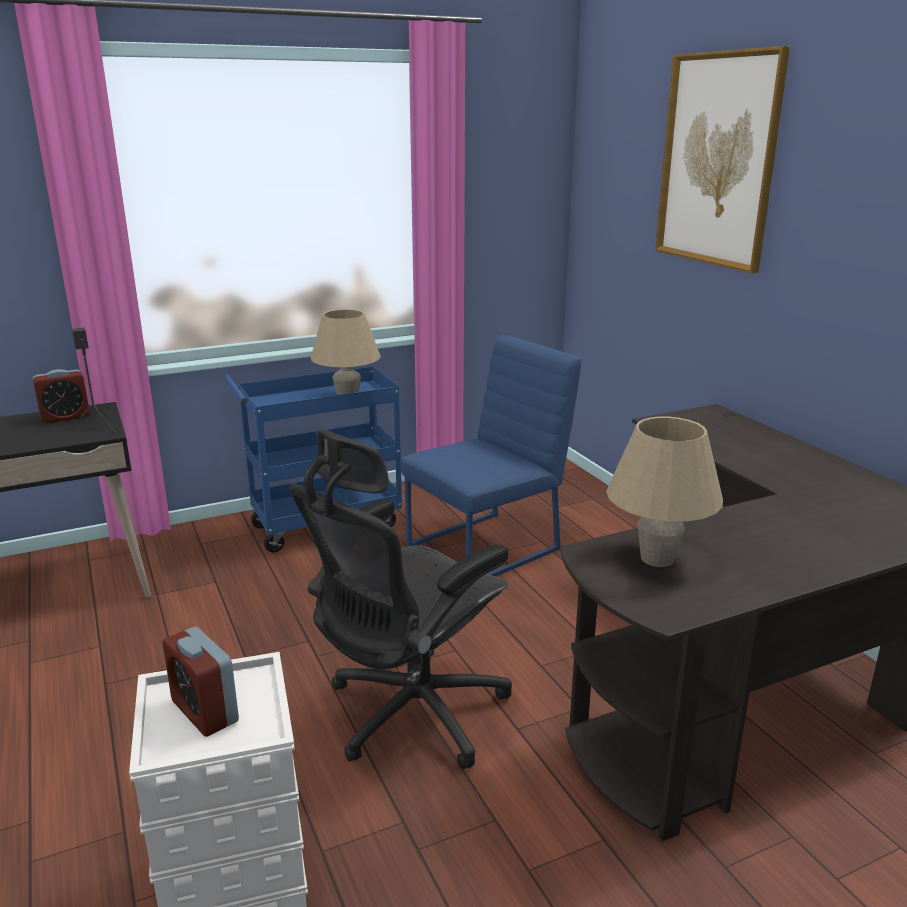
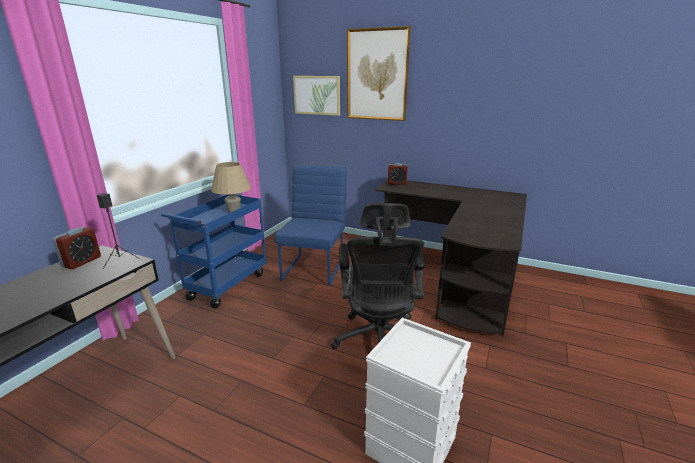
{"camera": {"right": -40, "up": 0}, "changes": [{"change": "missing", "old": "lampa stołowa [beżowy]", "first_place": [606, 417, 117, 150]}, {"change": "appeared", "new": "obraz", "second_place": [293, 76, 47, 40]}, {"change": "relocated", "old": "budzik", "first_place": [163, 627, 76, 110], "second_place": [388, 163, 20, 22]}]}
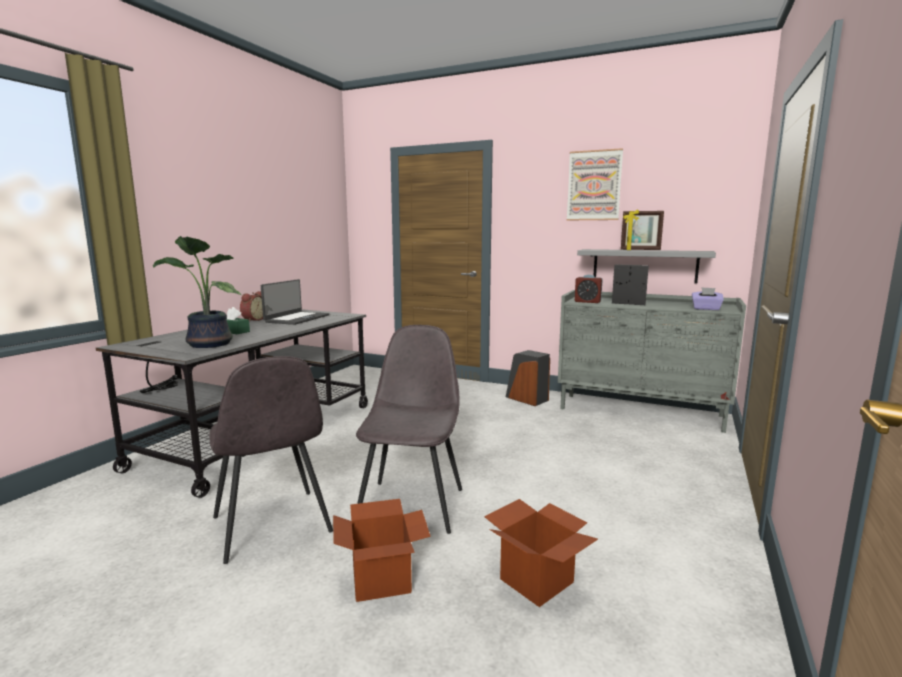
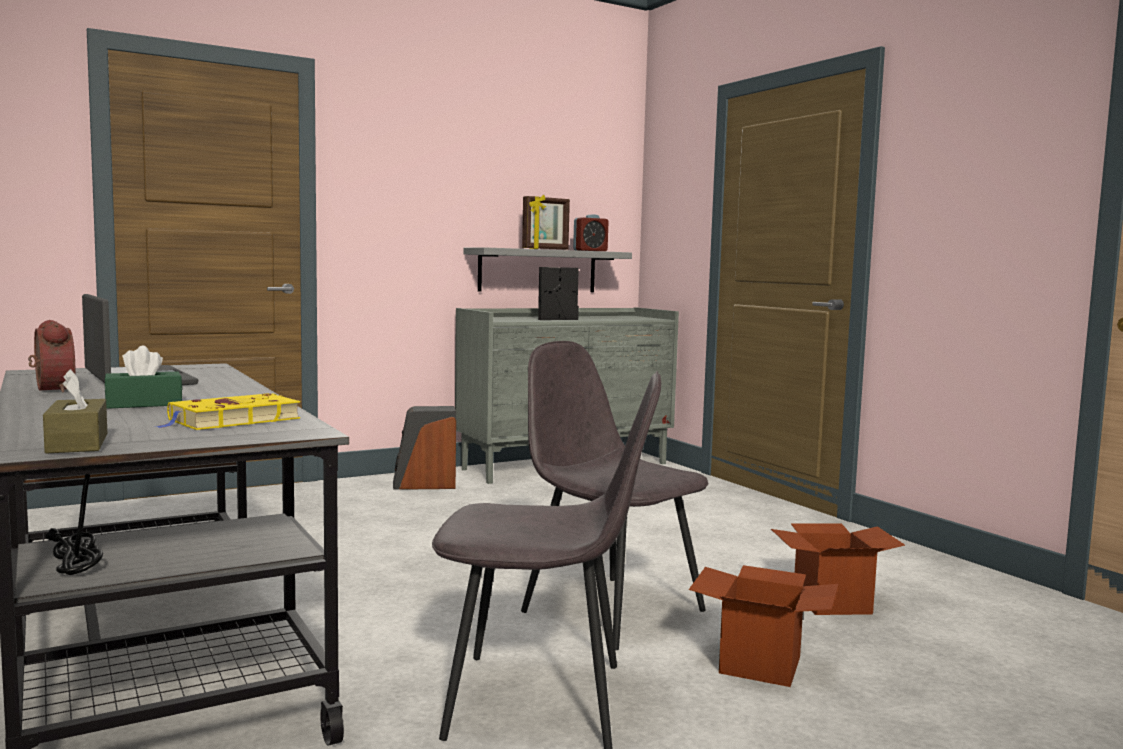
{"camera": {"right": -55, "up": -5}, "changes": [{"change": "missing", "old": "obraz", "first_place": [567, 148, 56, 72]}, {"change": "missing", "old": "pudełko chusteczek [fioletowy]", "first_place": [692, 287, 32, 23]}, {"change": "appeared", "new": "pudełko chusteczek [brązowy]", "second_place": [43, 369, 64, 85]}, {"change": "relocated", "old": "budzik", "first_place": [575, 275, 28, 28], "second_place": [573, 214, 35, 37]}, {"change": "exchanged", "old": "roślina doniczkowa", "new": "książka [żółty]", "first_place": [153, 236, 88, 112], "second_place": [155, 393, 145, 37]}]}
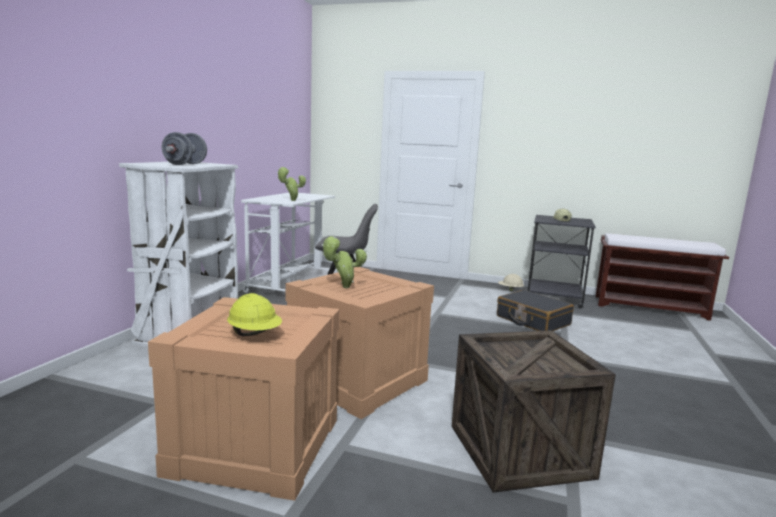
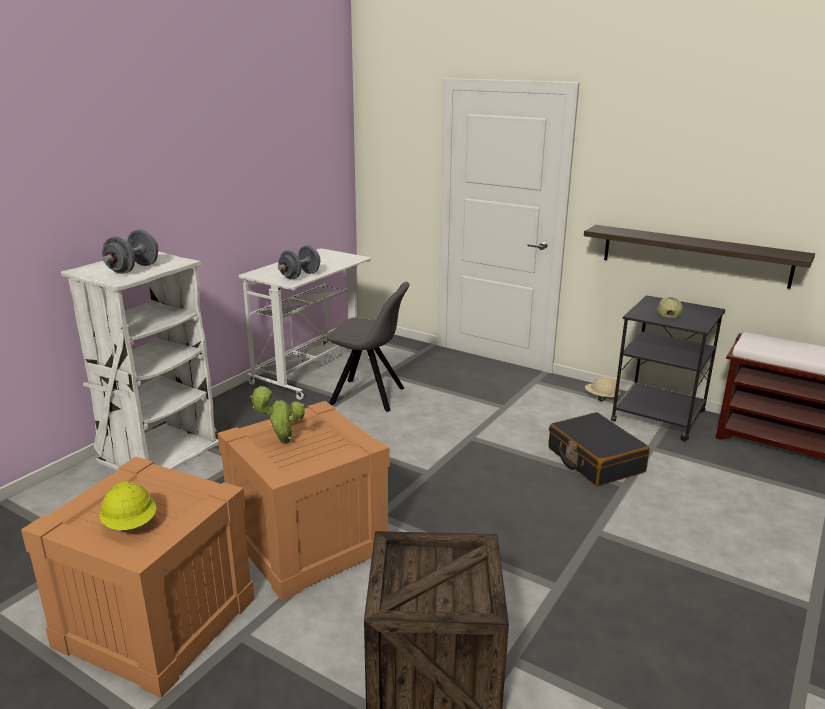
{"camera": {"right": 15, "up": 10}, "changes": [{"change": "appeared", "new": "półka", "second_place": [584, 225, 231, 64]}, {"change": "exchanged", "old": "roślina doniczkowa", "new": "hantel [szary]", "first_place": [277, 167, 29, 34], "second_place": [278, 245, 42, 34]}]}
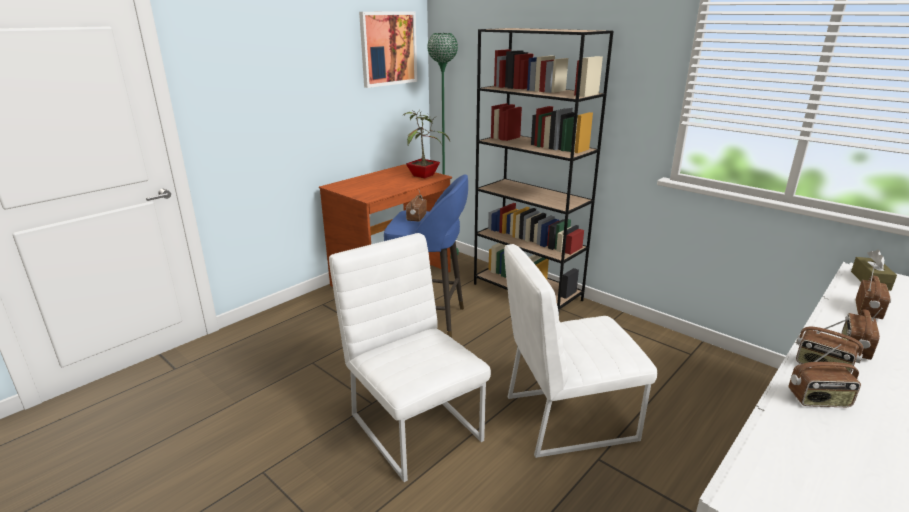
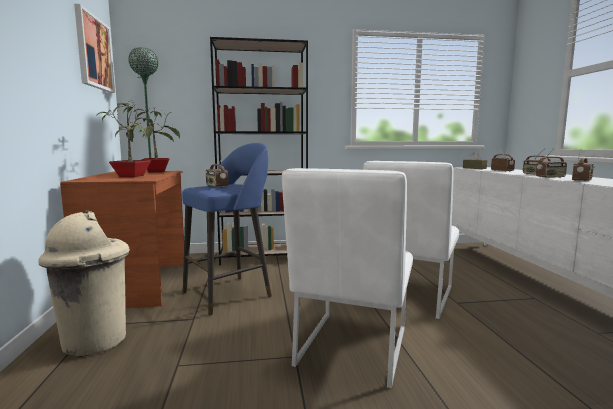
{"camera": {"right": -50, "up": -15}, "changes": [{"change": "appeared", "new": "kosz na śmieci [beżowy]", "second_place": [38, 210, 92, 147]}, {"change": "appeared", "new": "roślina doniczkowa", "second_place": [95, 100, 56, 77]}, {"change": "spun", "old": "krzesło [biały]", "first_place": [329, 233, 162, 249], "second_place": [282, 168, 131, 220], "degrees": -75}]}
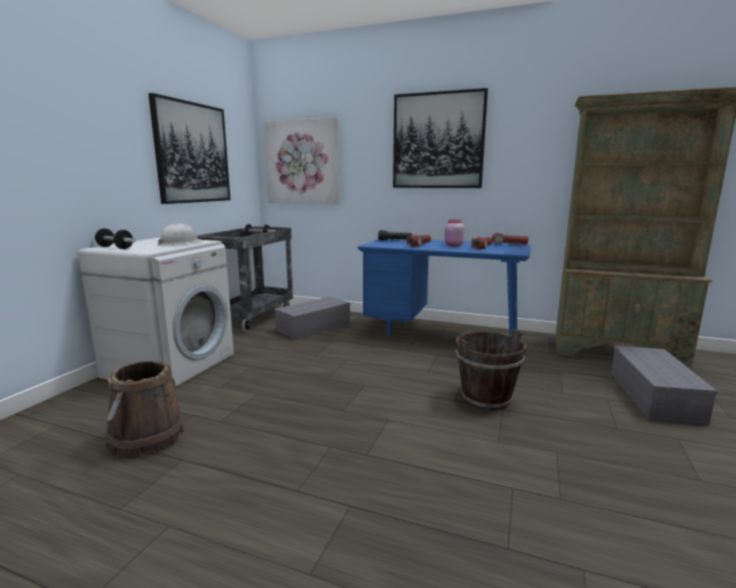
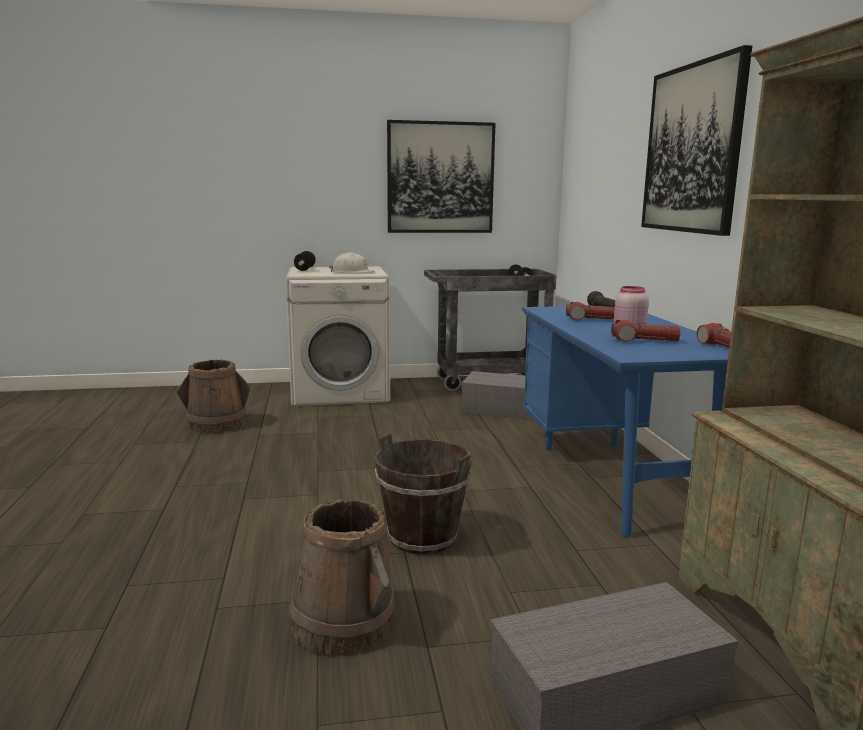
{"camera": {"right": 60, "up": 0}, "changes": [{"change": "missing", "old": "obraz", "first_place": [264, 117, 75, 87]}, {"change": "appeared", "new": "wiadro [brązowy]", "second_place": [288, 499, 107, 155]}]}
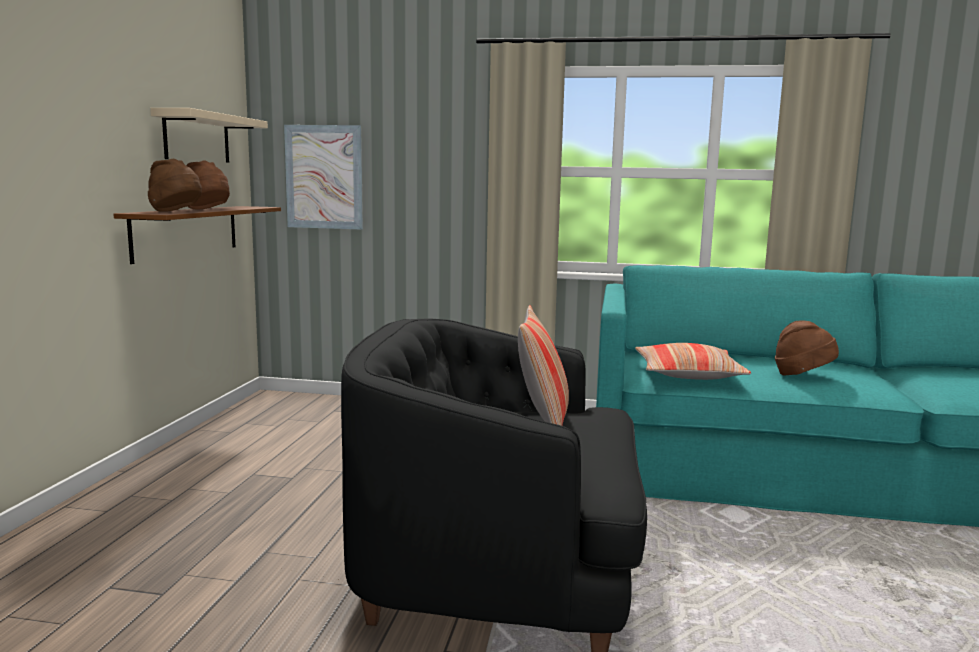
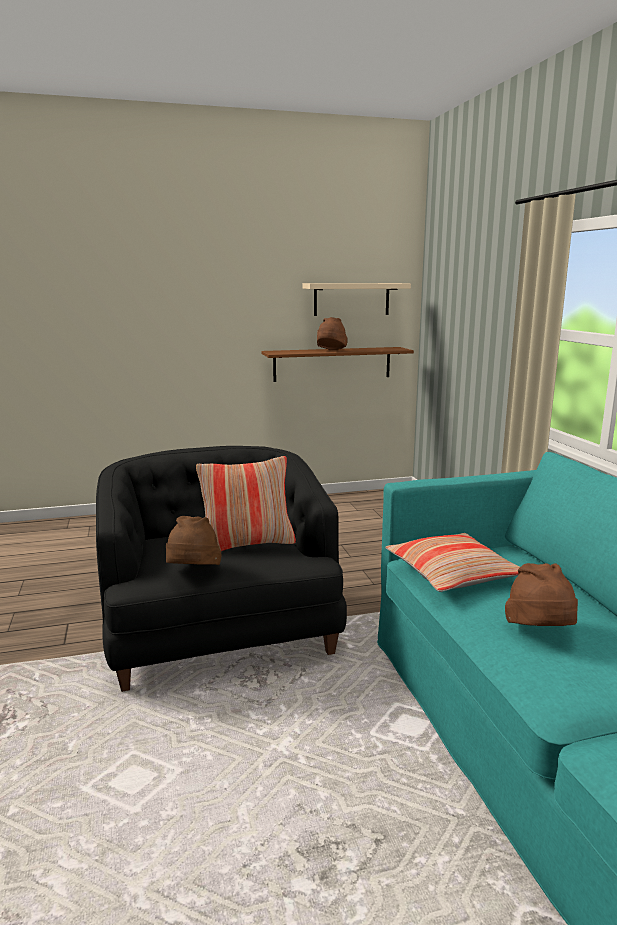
{"camera": {"right": 65, "up": 5}, "changes": [{"change": "missing", "old": "obraz", "first_place": [284, 125, 79, 105]}, {"change": "relocated", "old": "kapelusz [brązowy]", "first_place": [148, 159, 54, 53], "second_place": [166, 516, 56, 49]}]}
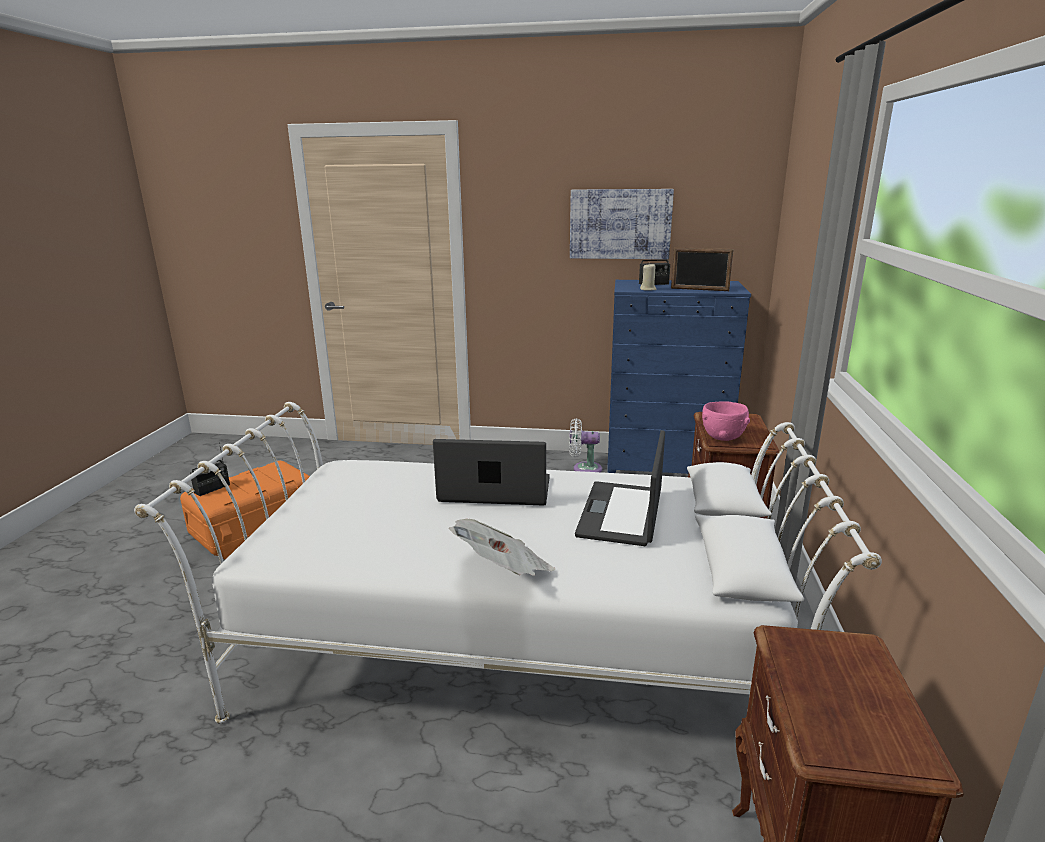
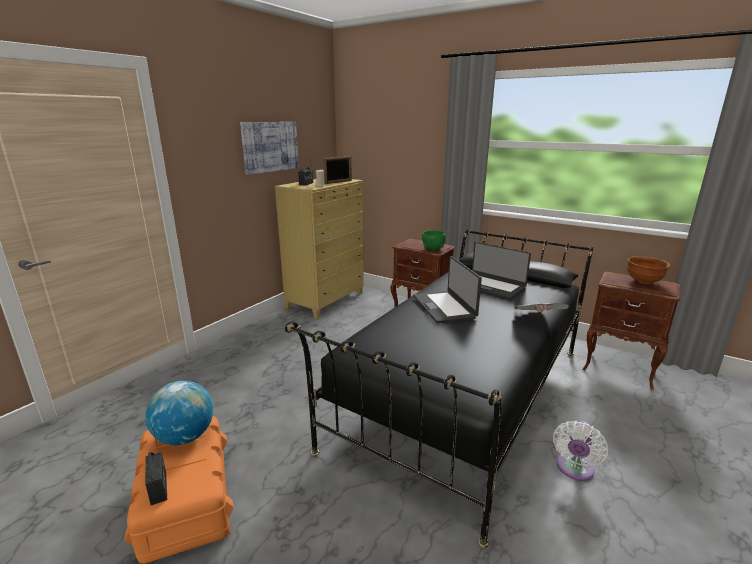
{"camera": {"right": -65, "up": 0}, "changes": [{"change": "appeared", "new": "globus", "second_place": [145, 381, 68, 64]}, {"change": "appeared", "new": "miska [brązowy]", "second_place": [627, 256, 43, 28]}, {"change": "relocated", "old": "wentylator [biały]", "first_place": [569, 418, 33, 54], "second_place": [553, 421, 55, 60]}, {"change": "colour", "old": "łóżko [biały]", "new": "łóżko [czarny]", "first_place": [134, 402, 748, 321], "second_place": [285, 229, 309, 319]}, {"change": "colour", "old": "komoda [niebieski]", "new": "komoda [beżowy]", "first_place": [607, 280, 144, 194], "second_place": [275, 179, 89, 140]}, {"change": "colour", "old": "miska [różowy]", "new": "miska [zielony]", "first_place": [702, 401, 48, 40], "second_place": [422, 230, 24, 20]}, {"change": "spun", "old": "laptop", "first_place": [433, 439, 117, 67], "second_place": [413, 256, 69, 67], "degrees": -45}]}
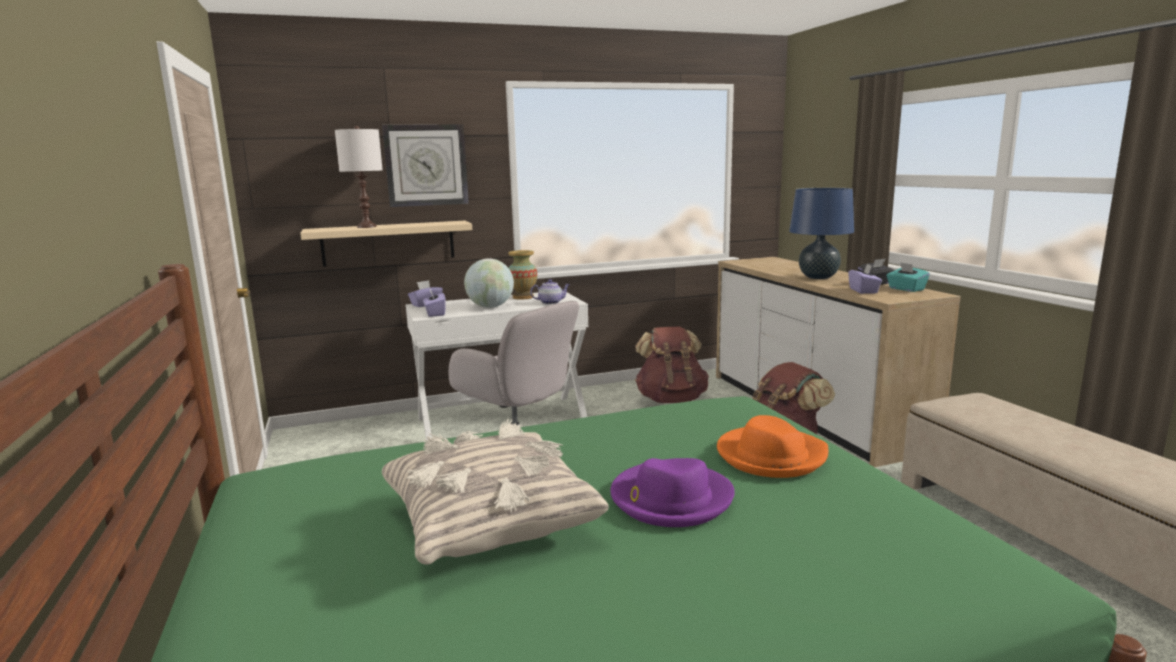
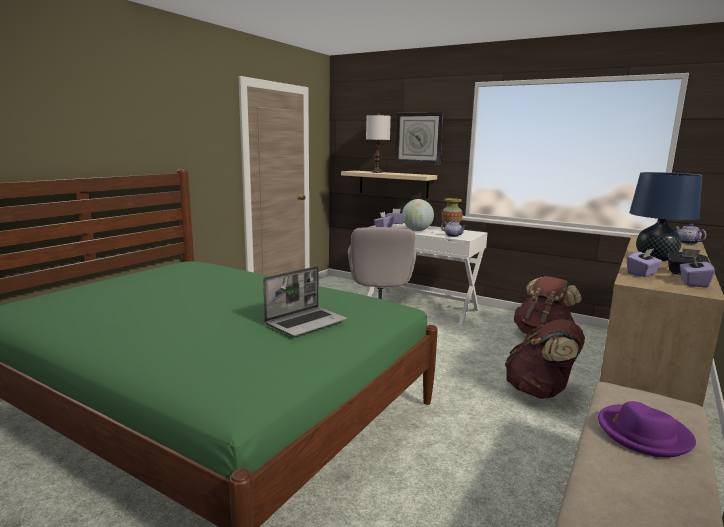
{"camera": {"right": 50, "up": 0}, "changes": [{"change": "missing", "old": "poduszka [beżowy]", "first_place": [382, 418, 227, 147]}, {"change": "appeared", "new": "imbryk", "second_place": [675, 223, 32, 21]}, {"change": "relocated", "old": "kapelusz [fioletowy]", "first_place": [610, 458, 125, 69], "second_place": [598, 401, 98, 57]}, {"change": "exchanged", "old": "kapelusz [pomarańczowy]", "new": "laptop", "first_place": [717, 415, 111, 63], "second_place": [263, 266, 84, 70]}, {"change": "colour", "old": "pudełko chusteczek [turkusowy]", "new": "pudełko chusteczek [fioletowy]", "first_place": [886, 262, 44, 30], "second_place": [680, 256, 35, 32]}]}
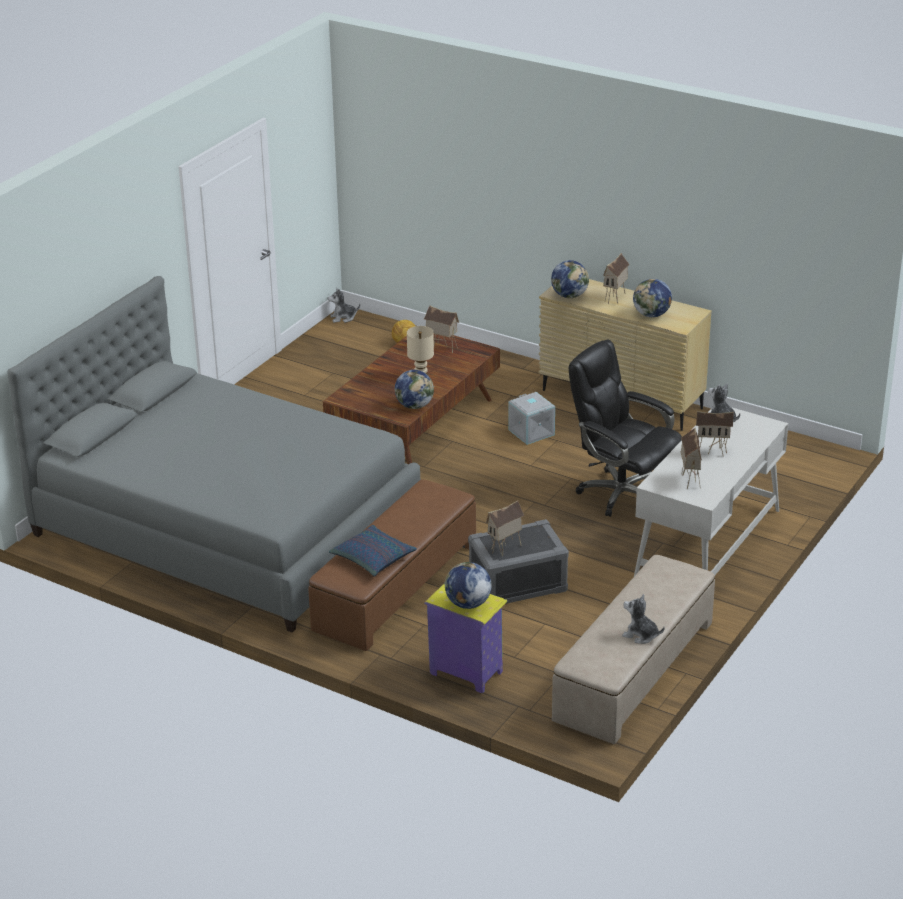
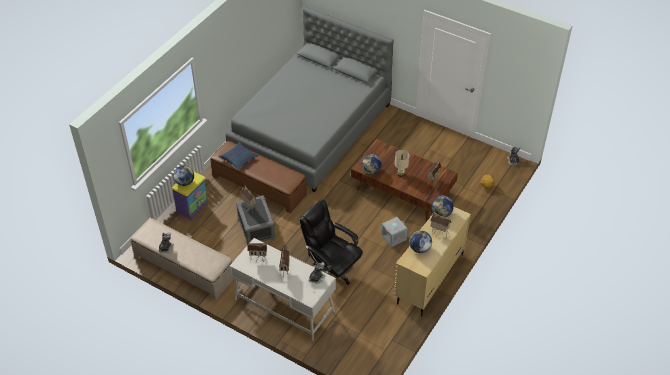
{"camera": {"right": 90, "up": 15}, "changes": [{"change": "spun", "old": "krzesło biurowe [czarny]", "first_place": [569, 340, 113, 177], "second_place": [300, 200, 63, 85], "degrees": -90}]}
